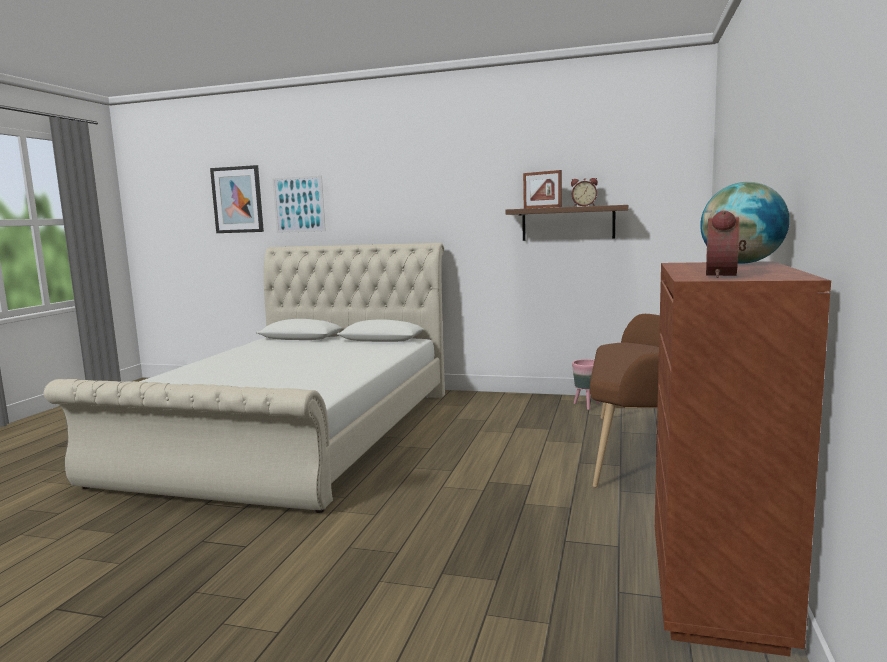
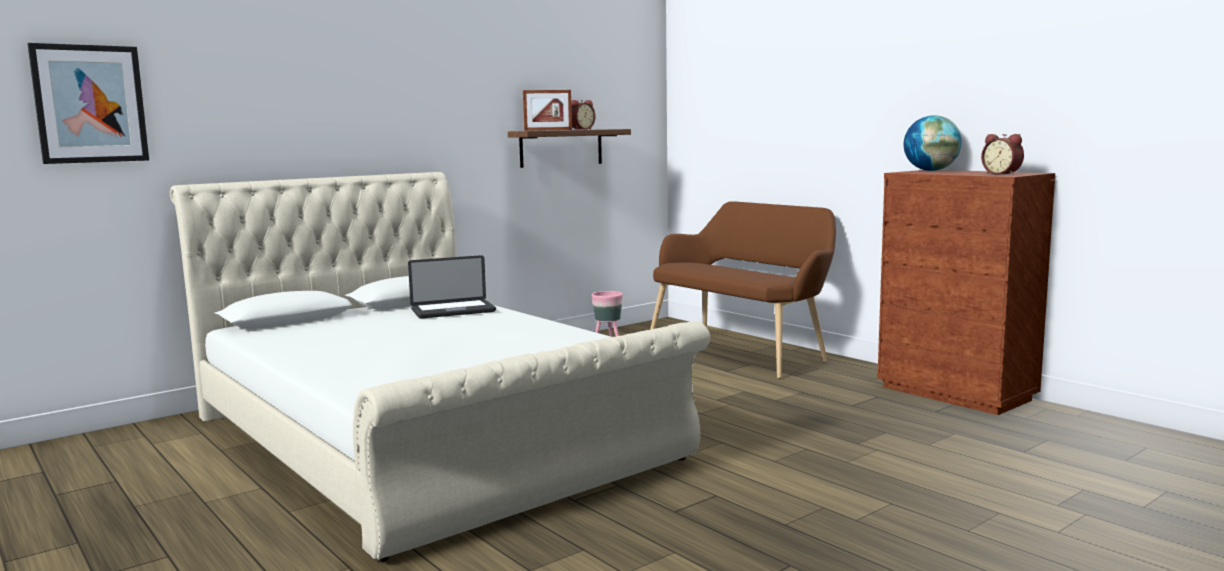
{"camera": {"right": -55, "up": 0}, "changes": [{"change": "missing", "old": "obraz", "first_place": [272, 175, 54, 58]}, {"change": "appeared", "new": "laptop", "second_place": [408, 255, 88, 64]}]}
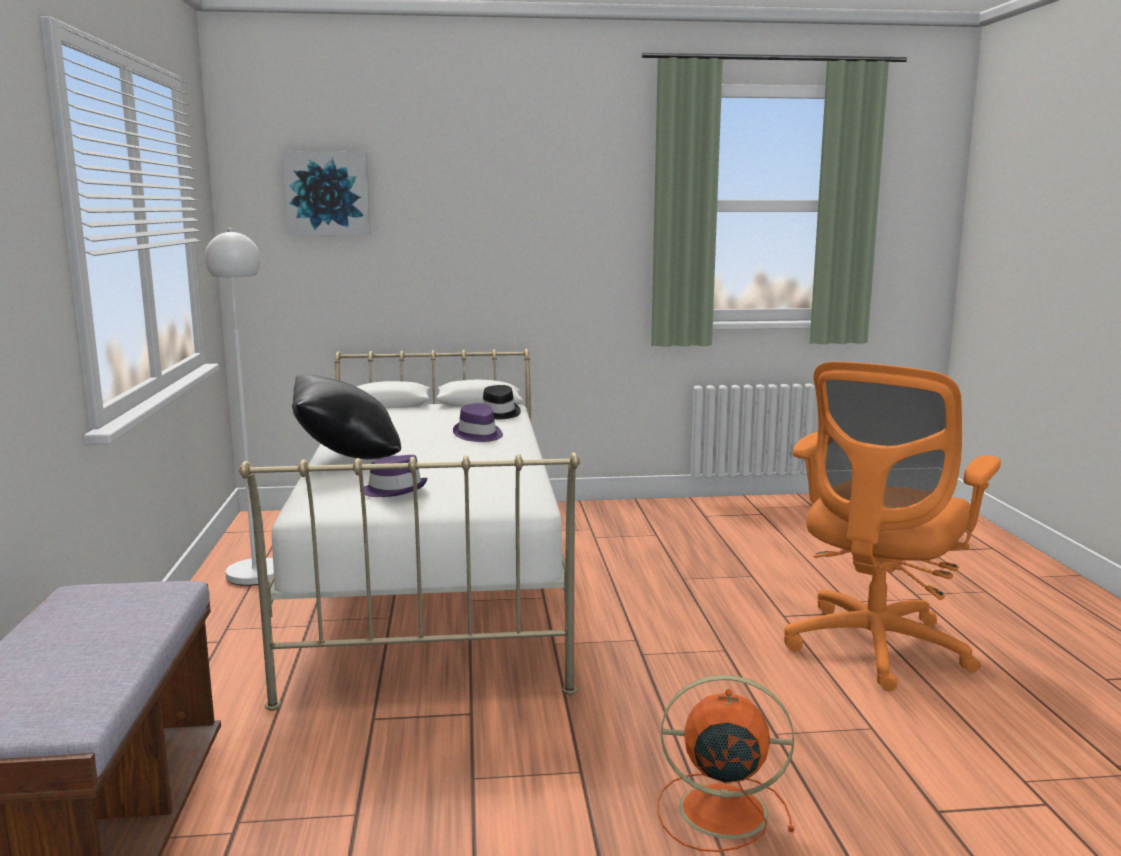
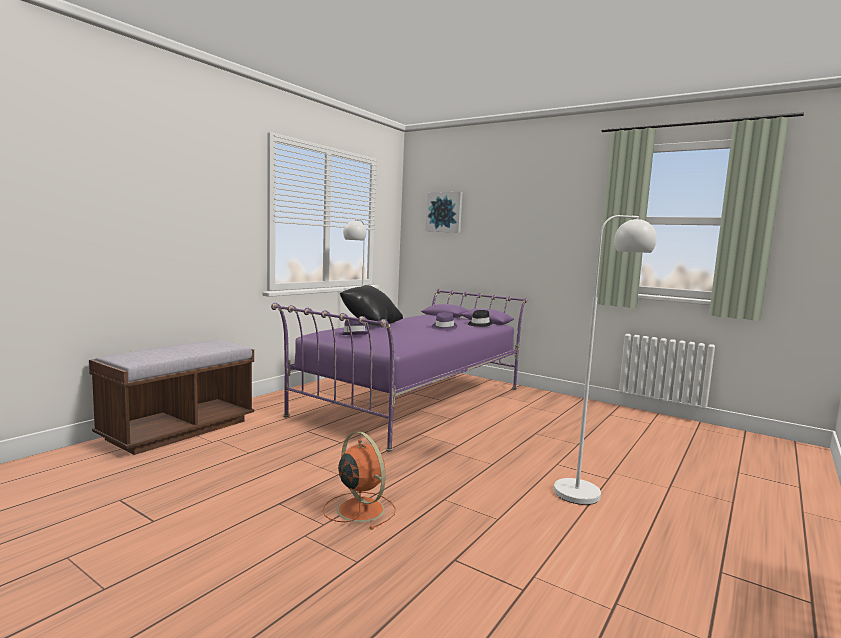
{"camera": {"right": 40, "up": -5}, "changes": [{"change": "exchanged", "old": "krzesło biurowe [pomarańczowy]", "new": "lampa stojąca [biały]", "first_place": [784, 361, 217, 331], "second_place": [554, 215, 103, 290]}, {"change": "colour", "old": "łóżko [biały]", "new": "łóżko [fioletowy]", "first_place": [239, 349, 341, 362], "second_place": [271, 289, 257, 163]}]}
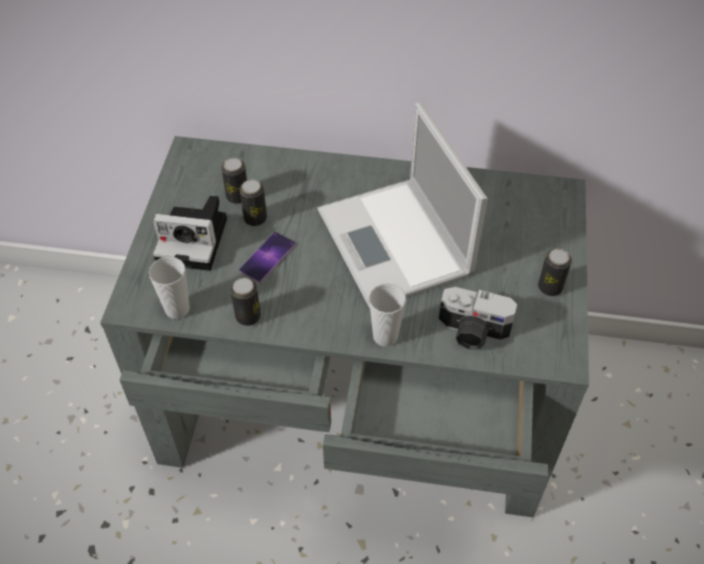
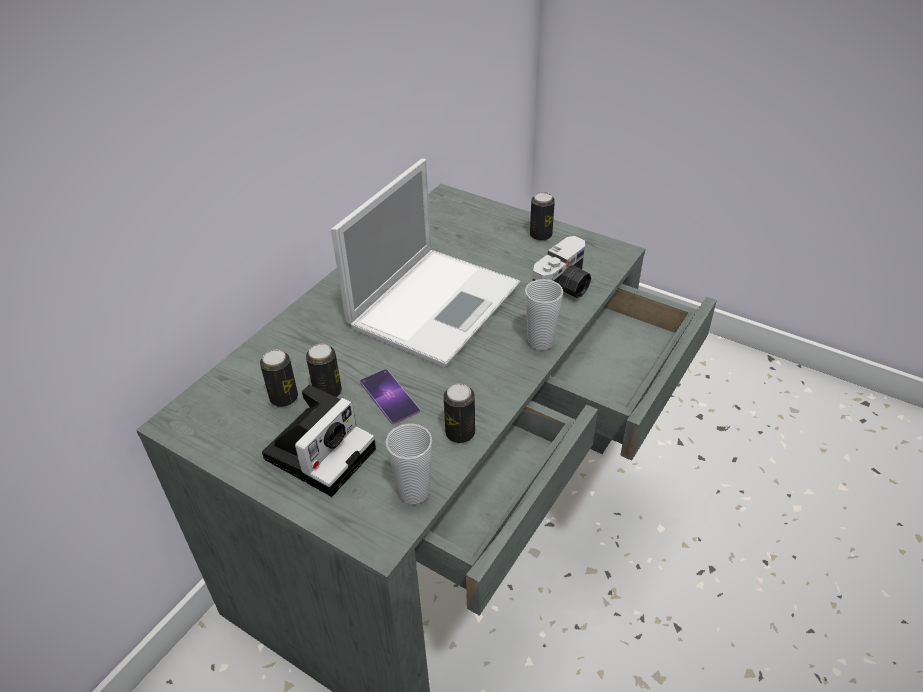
{"camera": {"right": -65, "up": -10}, "changes": [{"change": "spun", "old": "laptop", "first_place": [318, 103, 170, 205], "second_place": [331, 159, 189, 209], "degrees": -60}]}
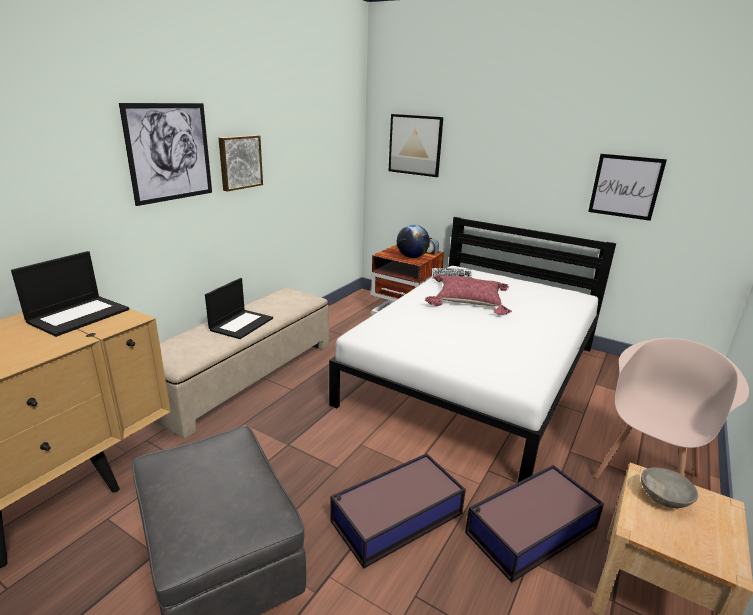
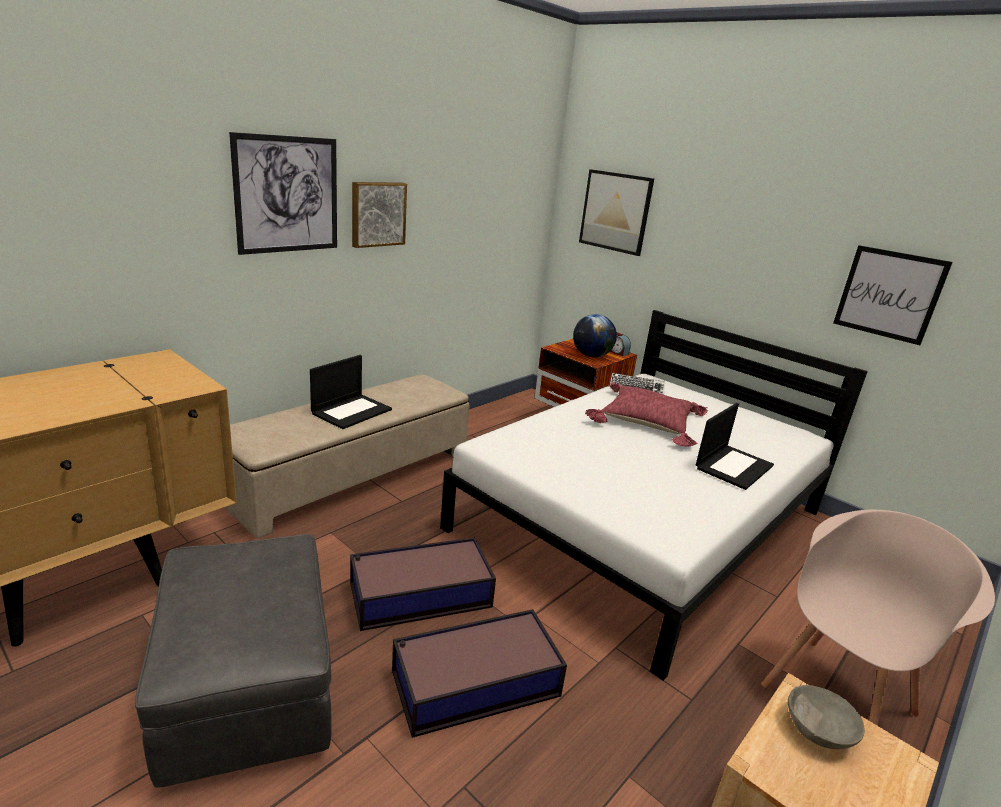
{"camera": {"right": 10, "up": 0}, "changes": [{"change": "relocated", "old": "laptop", "first_place": [11, 251, 118, 86], "second_place": [696, 403, 78, 87]}, {"change": "relocated", "old": "pojemnik do przechowywania", "first_place": [465, 465, 139, 118], "second_place": [350, 537, 146, 94]}]}
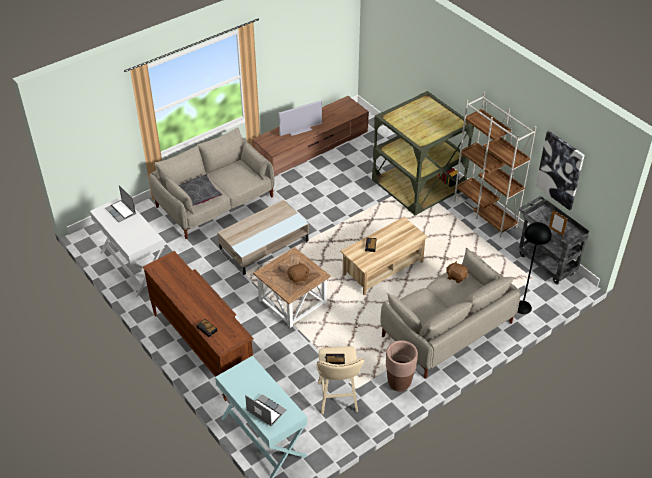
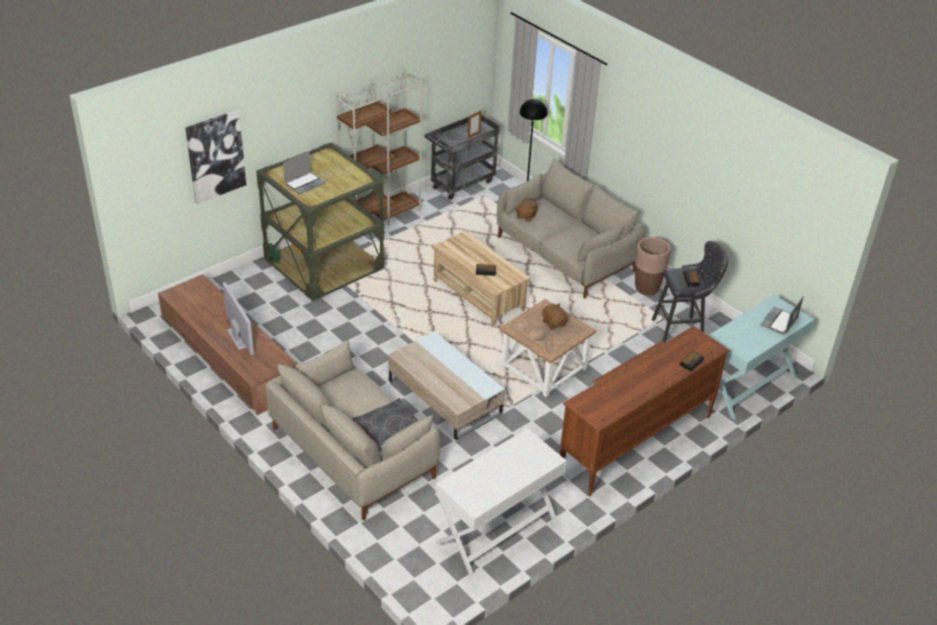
{"camera": {"right": -95, "up": -5}, "changes": [{"change": "relocated", "old": "laptop", "first_place": [105, 185, 31, 37], "second_place": [283, 151, 42, 43]}, {"change": "relocated", "old": "obraz", "first_place": [536, 131, 49, 79], "second_place": [186, 110, 60, 94]}, {"change": "colour", "old": "stołek [beżowy]", "new": "stołek [czarny]", "first_place": [316, 346, 48, 68], "second_place": [652, 241, 76, 102]}]}
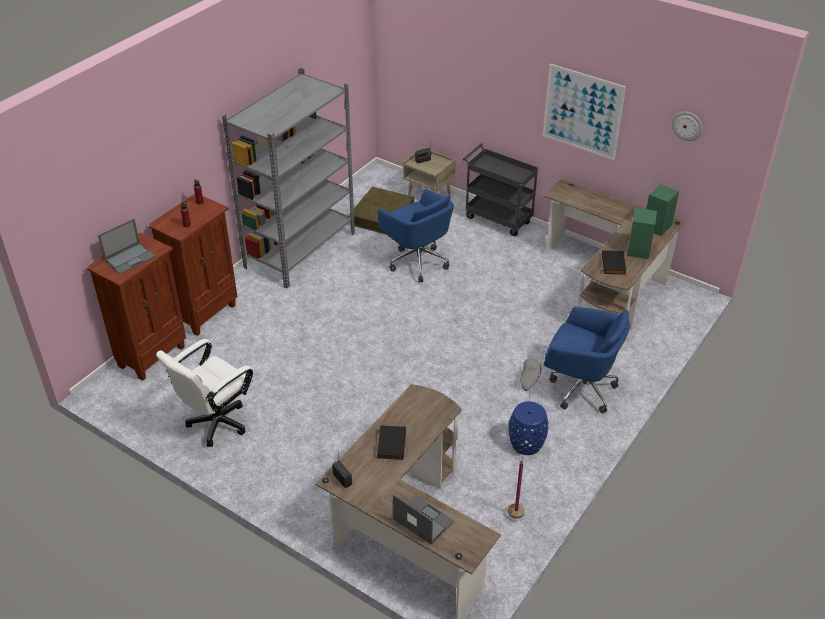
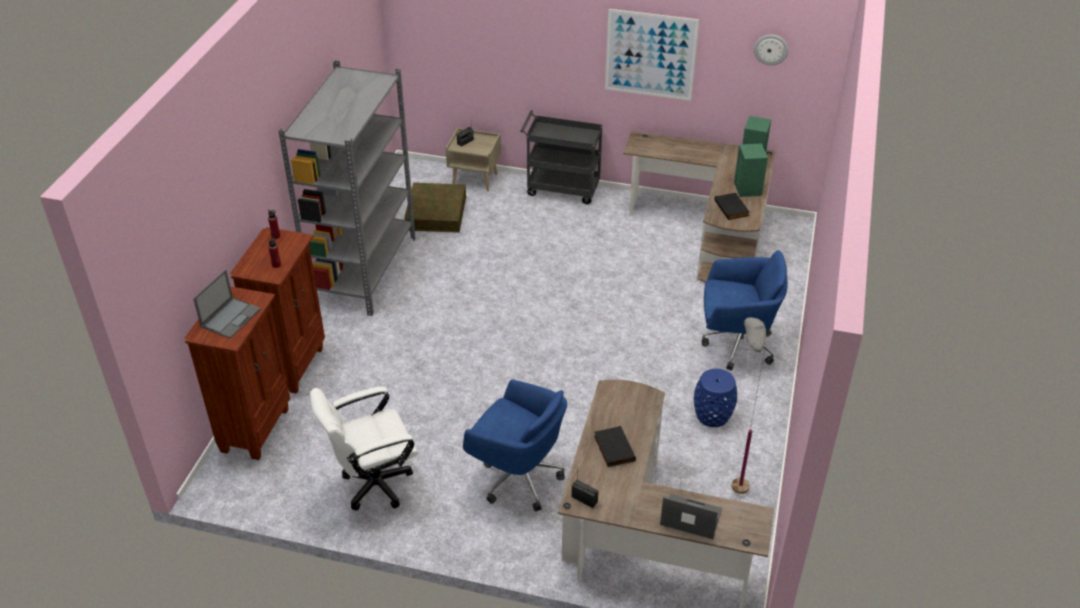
{"camera": {"right": -20, "up": 0}, "changes": [{"change": "relocated", "old": "krzesło biurowe [niebieski]", "first_place": [378, 189, 76, 93], "second_place": [463, 379, 104, 133]}, {"change": "spun", "old": "krzesło biurowe [biały]", "first_place": [156, 339, 98, 108], "second_place": [310, 387, 108, 124], "degrees": 45}]}
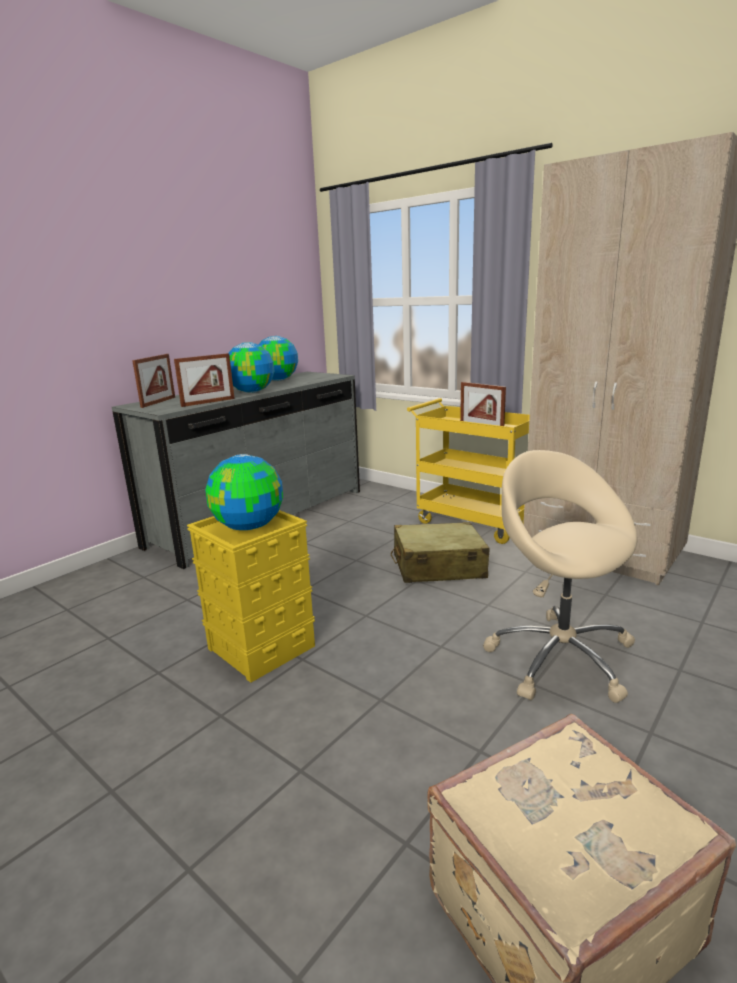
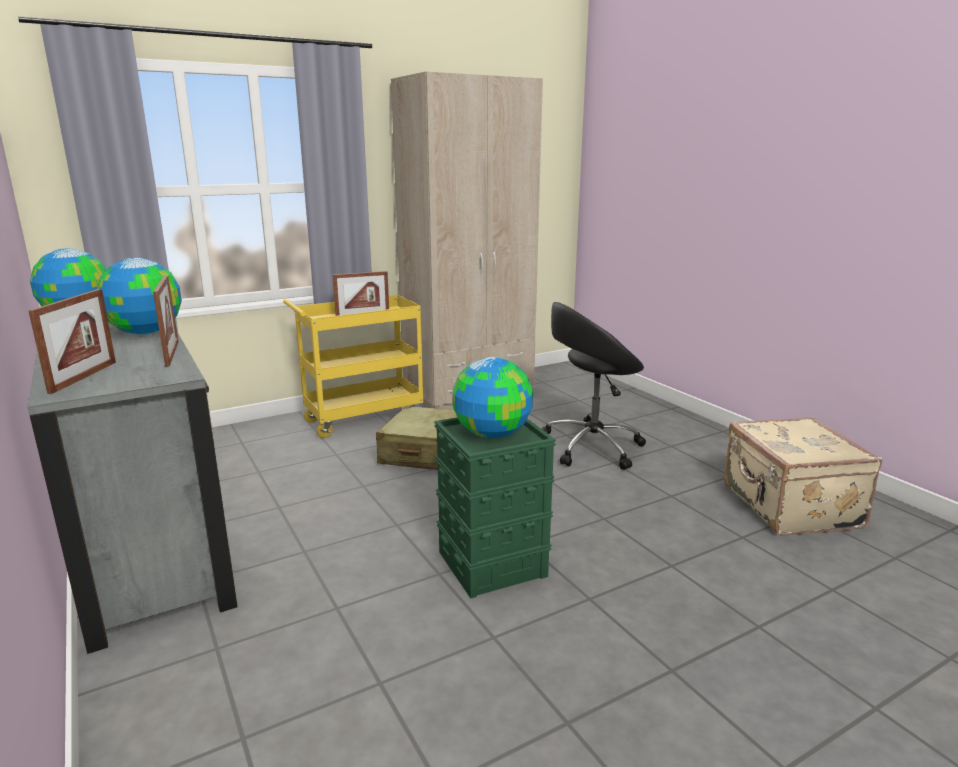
{"camera": {"right": -70, "up": 0}, "changes": [{"change": "colour", "old": "pojemnik do przechowywania [żółty]", "new": "pojemnik do przechowywania [zielony]", "first_place": [187, 510, 128, 173], "second_place": [434, 417, 122, 181]}, {"change": "colour", "old": "krzesło biurowe [beżowy]", "new": "krzesło biurowe [czarny]", "first_place": [483, 450, 154, 253], "second_place": [541, 302, 105, 168]}, {"change": "spun", "old": "ramka na zdjęcie", "first_place": [132, 354, 43, 54], "second_place": [29, 289, 87, 105], "degrees": 60}]}
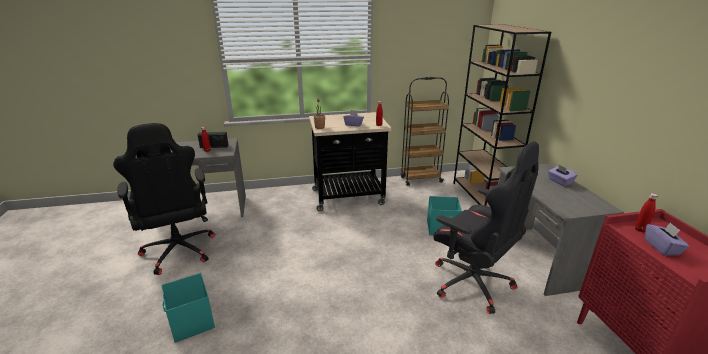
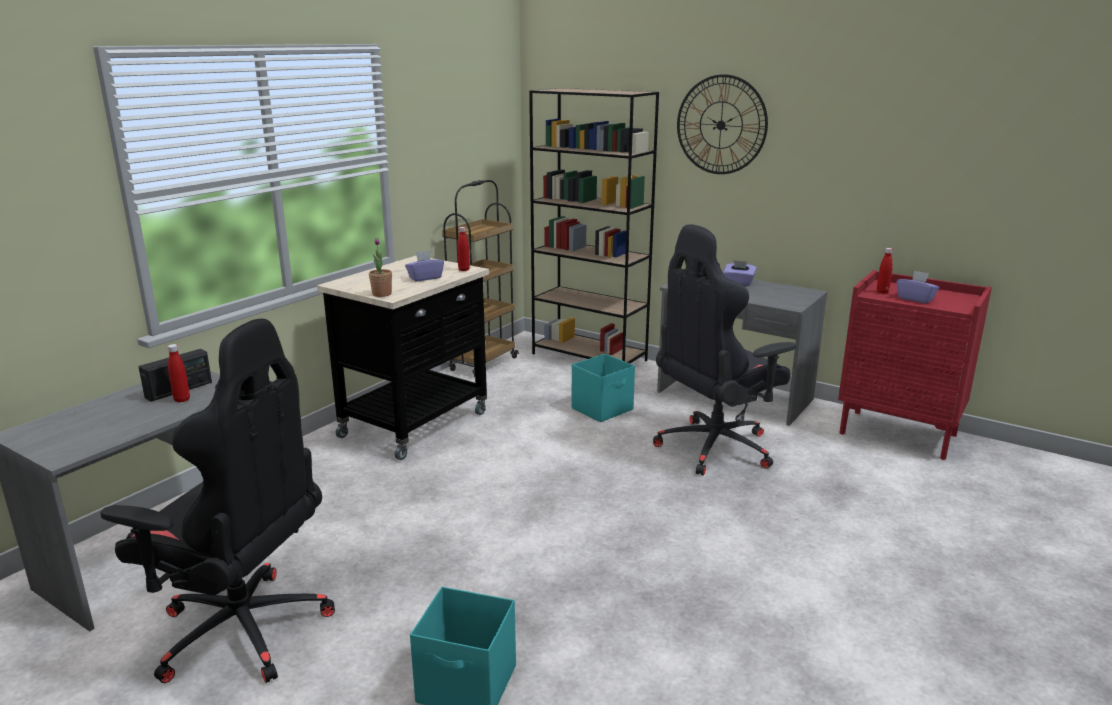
{"camera": {"right": -45, "up": -5}, "changes": [{"change": "appeared", "new": "zegar ścienny", "second_place": [677, 74, 91, 100]}, {"change": "spun", "old": "krzesło biurowe [czarny]", "first_place": [433, 141, 106, 173], "second_place": [653, 224, 143, 251], "degrees": 150}]}
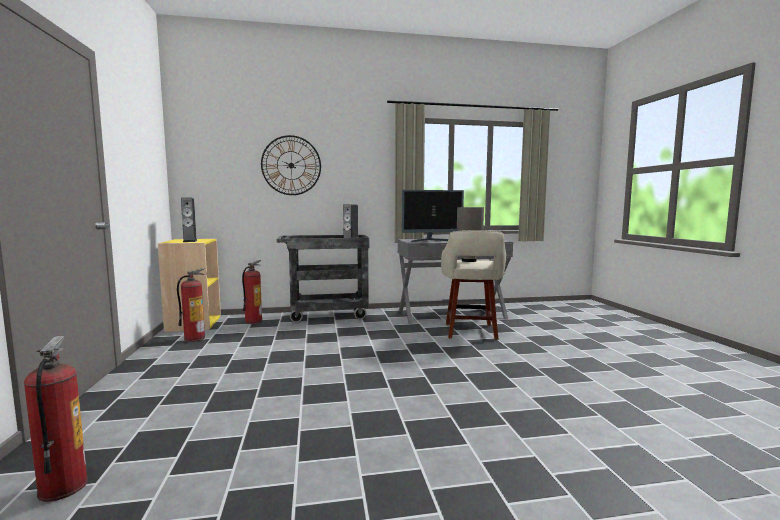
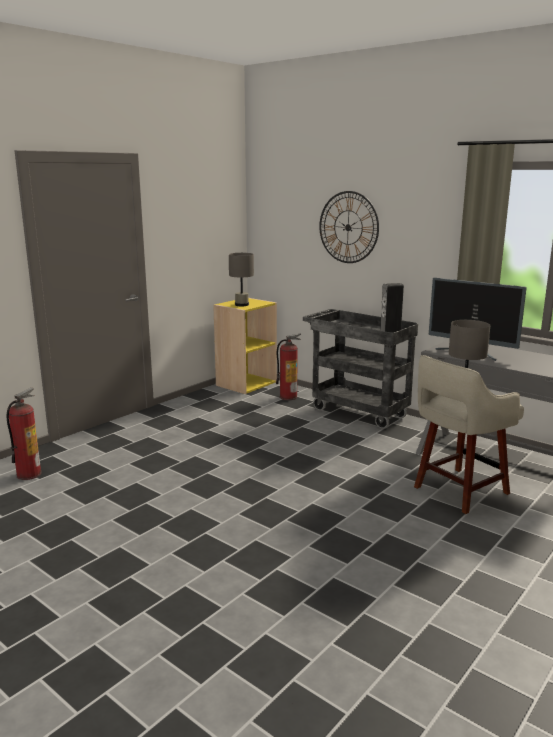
{"camera": {"right": 50, "up": 10}, "changes": [{"change": "missing", "old": "gaśnica", "first_place": [177, 268, 28, 74]}, {"change": "exchanged", "old": "głośnik", "new": "lampa stołowa [szary]", "first_place": [181, 197, 17, 45], "second_place": [229, 253, 25, 53]}]}
